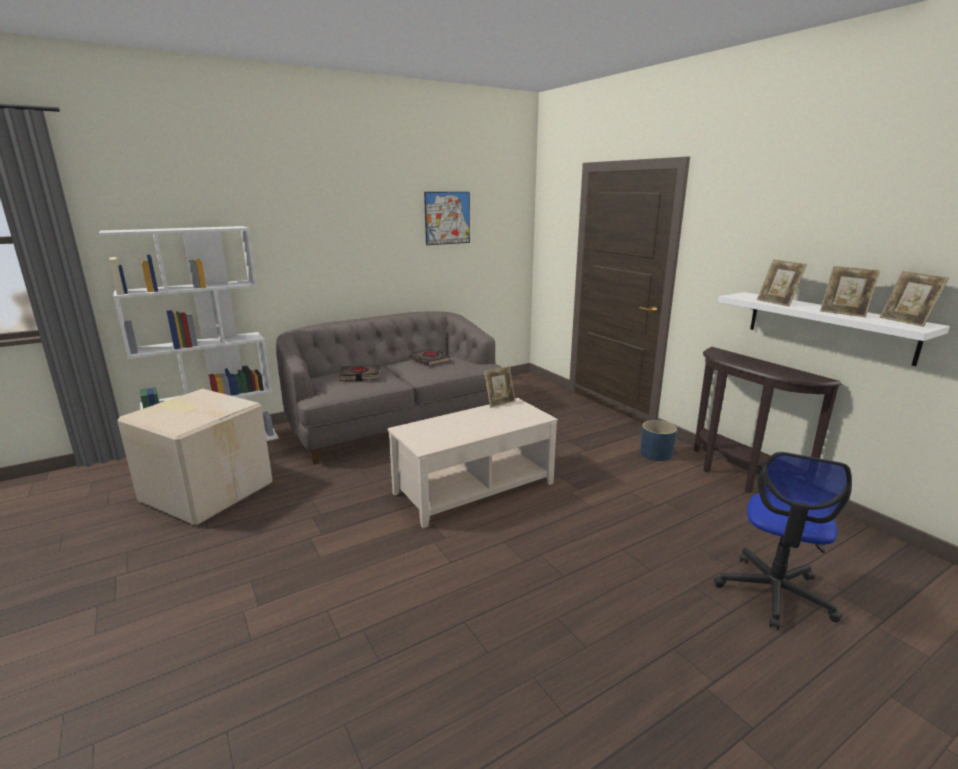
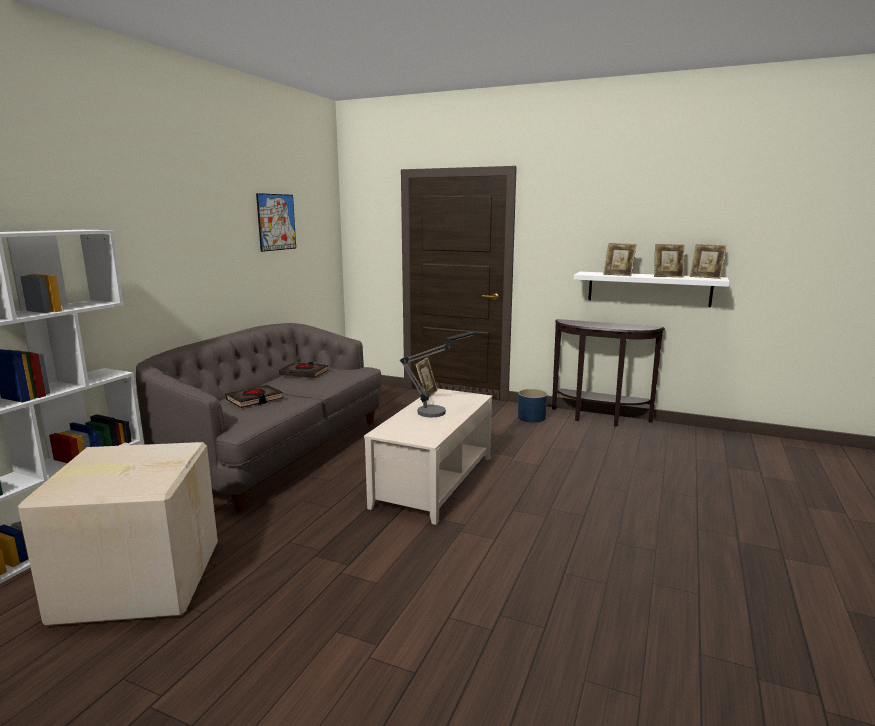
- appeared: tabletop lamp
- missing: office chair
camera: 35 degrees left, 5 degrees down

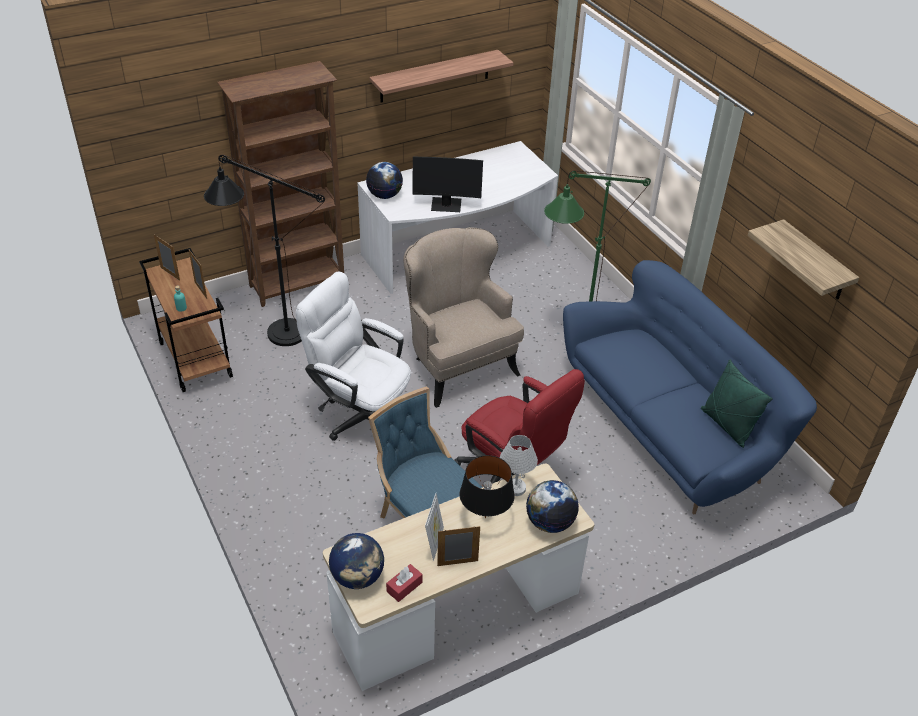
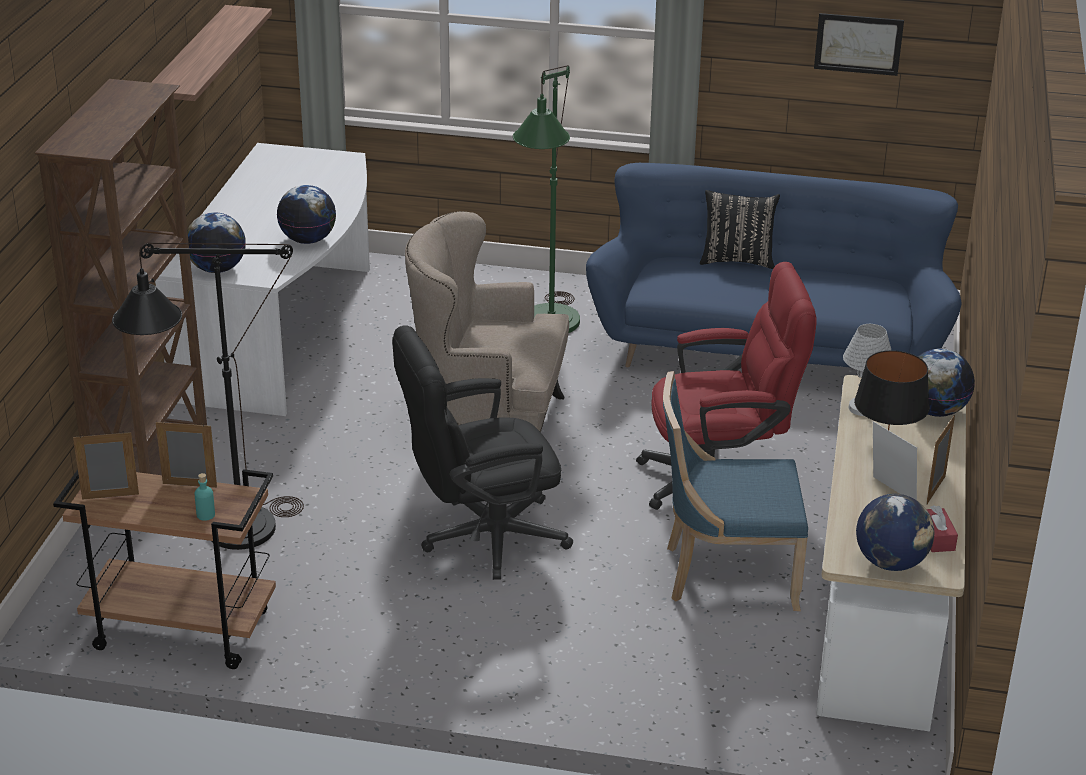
- exchanged: monitor to desk globe (no. 2 from left)
- colour: white office chair to black-coloured office chair
- appeared: black-coloured throw pillow
- exchanged: wall shelf (no. 2 from left) to wall picture
- missing: greenish throw pillow
camera: 50 degrees left, 10 degrees down

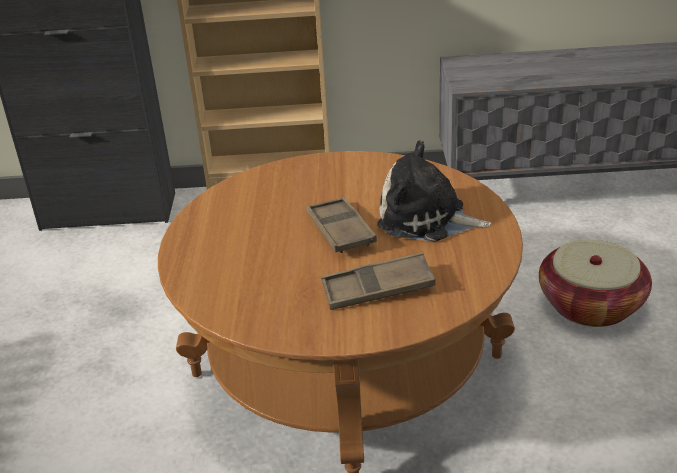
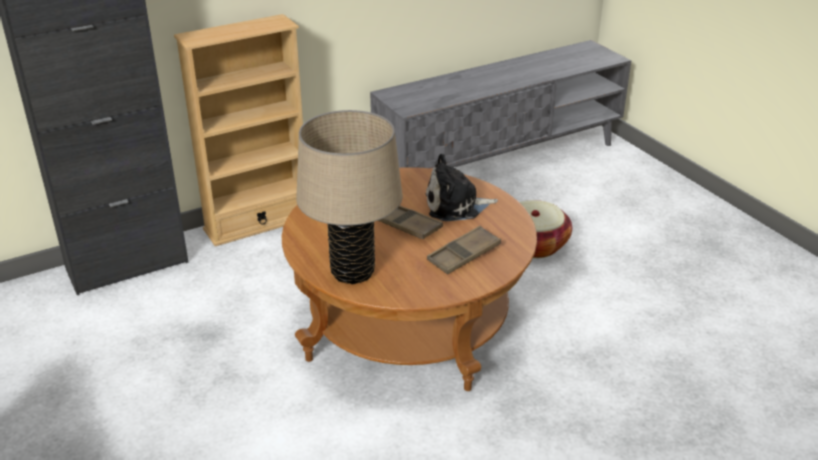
- appeared: beige tabletop lamp
camera: 30 degrees left, 0 degrees up

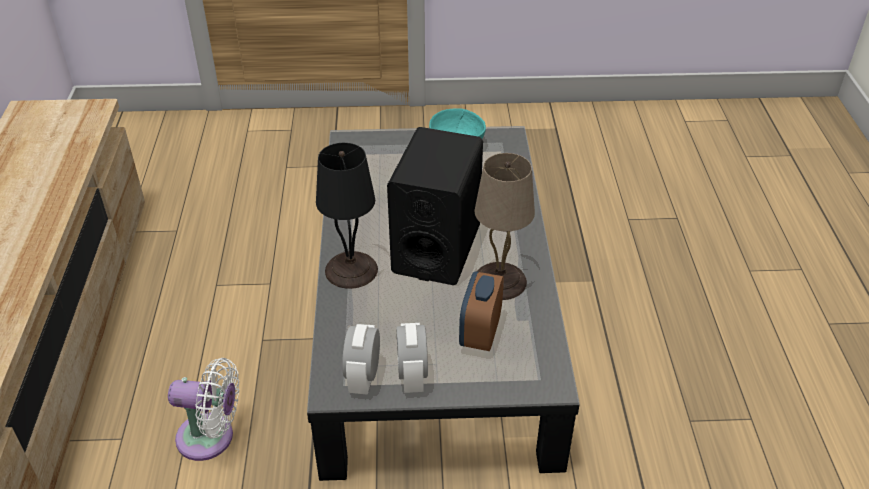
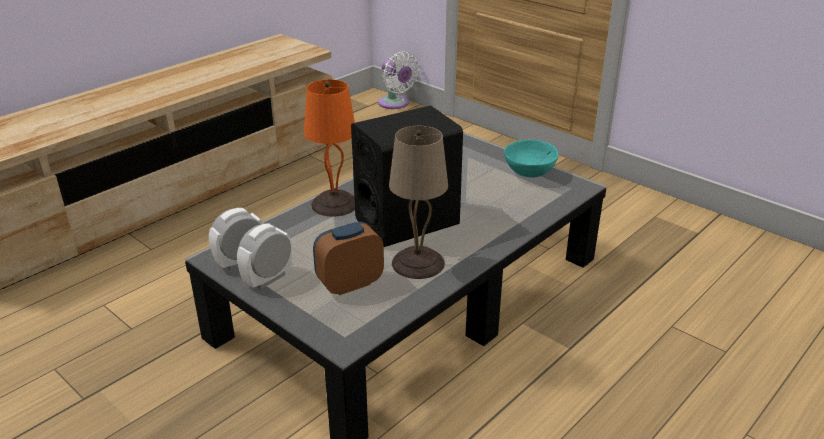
- colour: black-coloured tabletop lamp to orange tabletop lamp
- relocated: white electric fan
camera: 45 degrees right, 10 degrees down

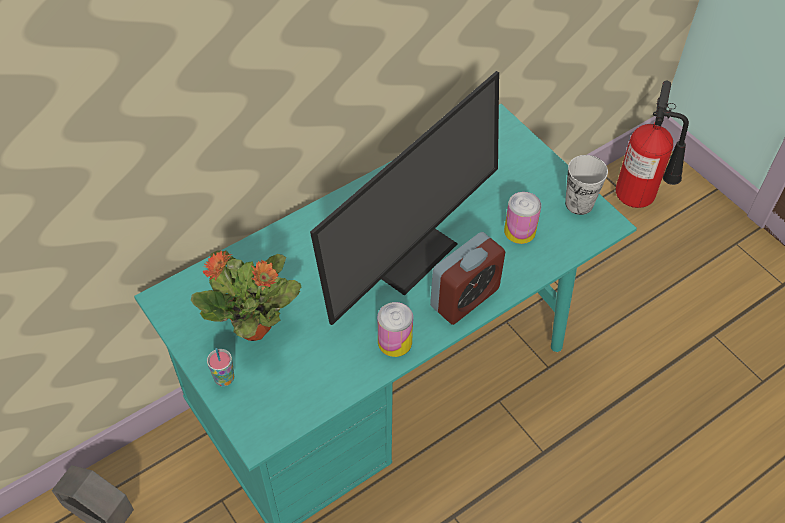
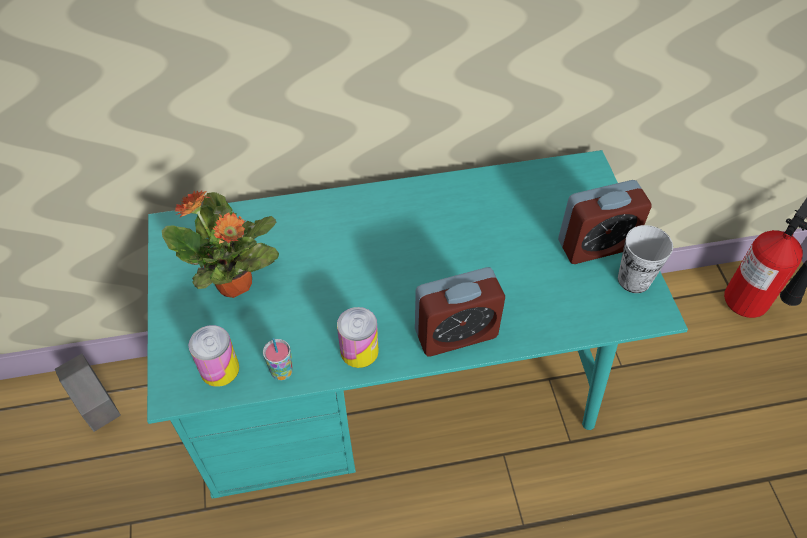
- relocated: sealed can (no. 2 from left in the first image) to sealed can (no. 1 from left)
- relocated: drinking cup (no. 1 from left)
- appeared: bedside clock (no. 2 from left)
- missing: monitor
camera: 25 degrees right, 0 degrees up

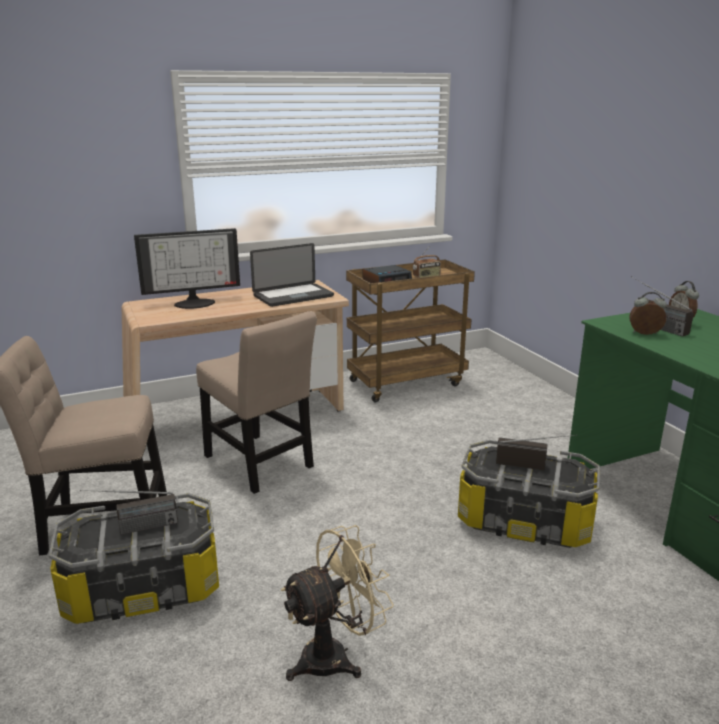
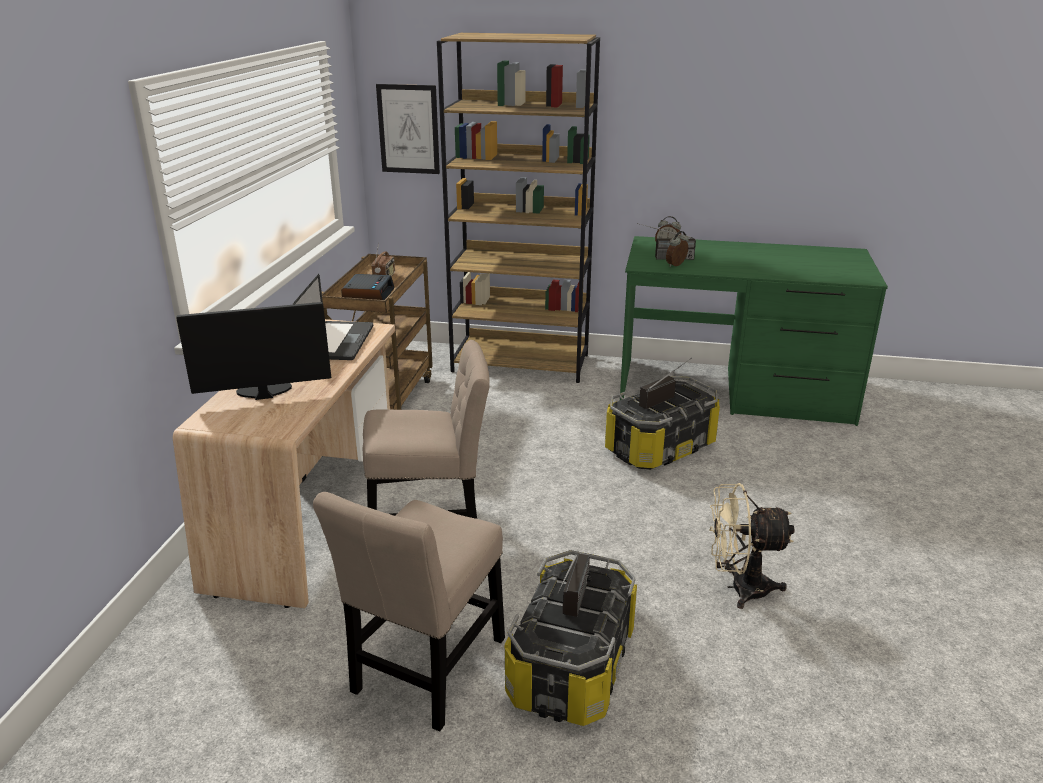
- spun: monitor 120 degrees counterclockwise
- appeared: wall picture
- appeared: brownish bookcase
- spun: beige electric fan 90 degrees counterclockwise
camera: 55 degrees left, 5 degrees up

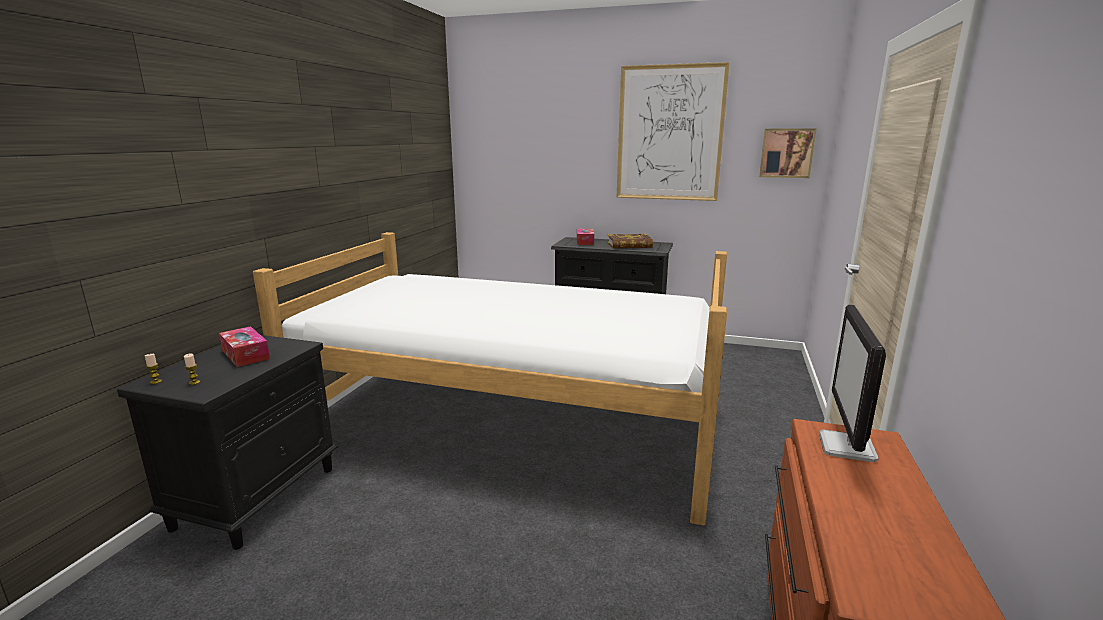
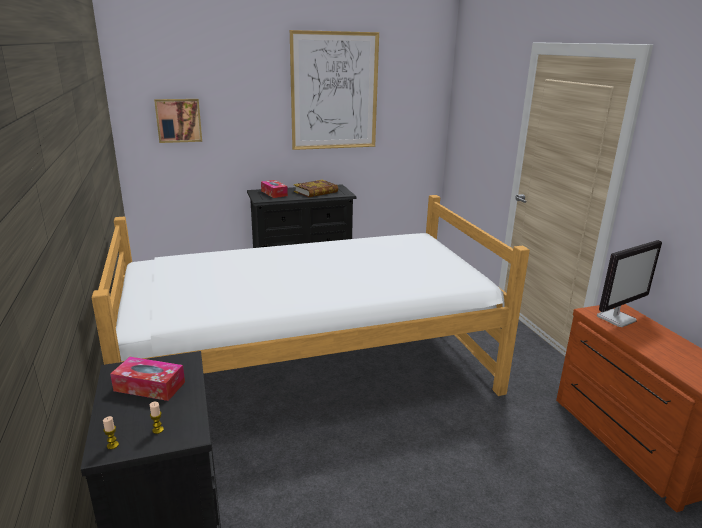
- relocated: wall picture (no. 2 from left in the first image) to wall picture (no. 1 from left)
- spun: monitor 105 degrees counterclockwise
camera: 35 degrees left, 5 degrees up

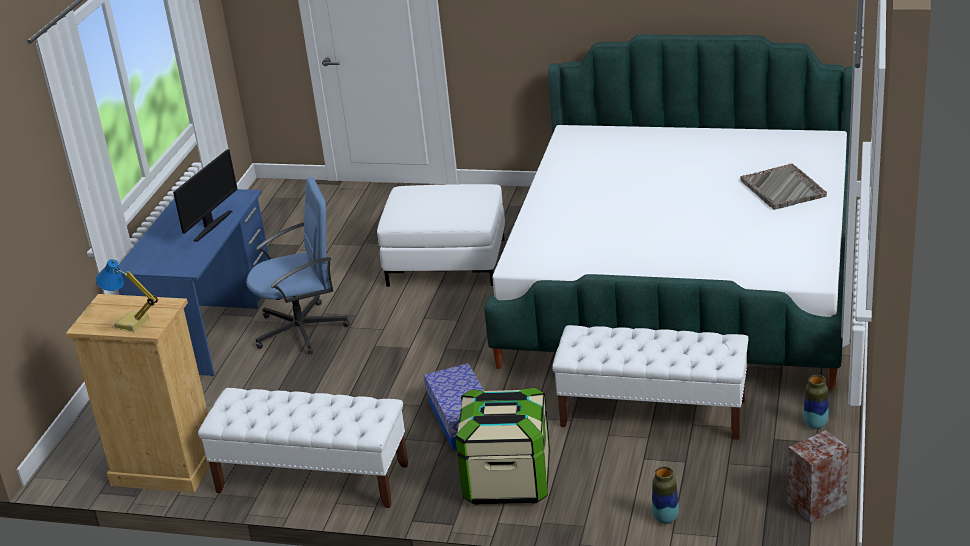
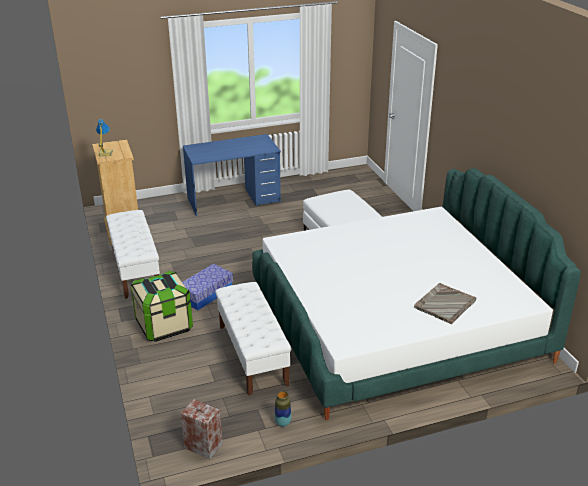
- missing: monitor
- missing: blue-coloured office chair
- missing: decorative vase (no. 1 from left)
camera: 55 degrees right, 0 degrees up

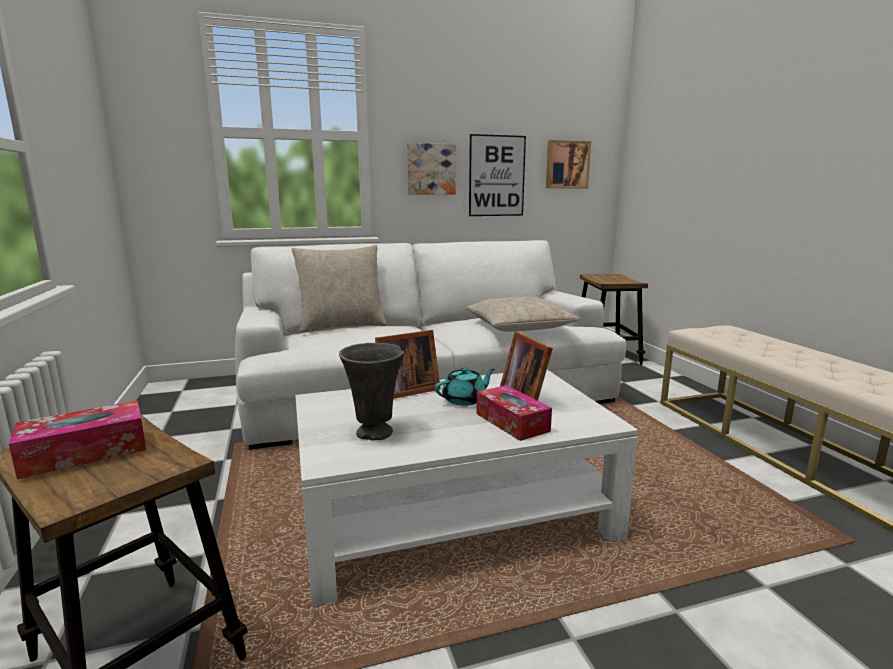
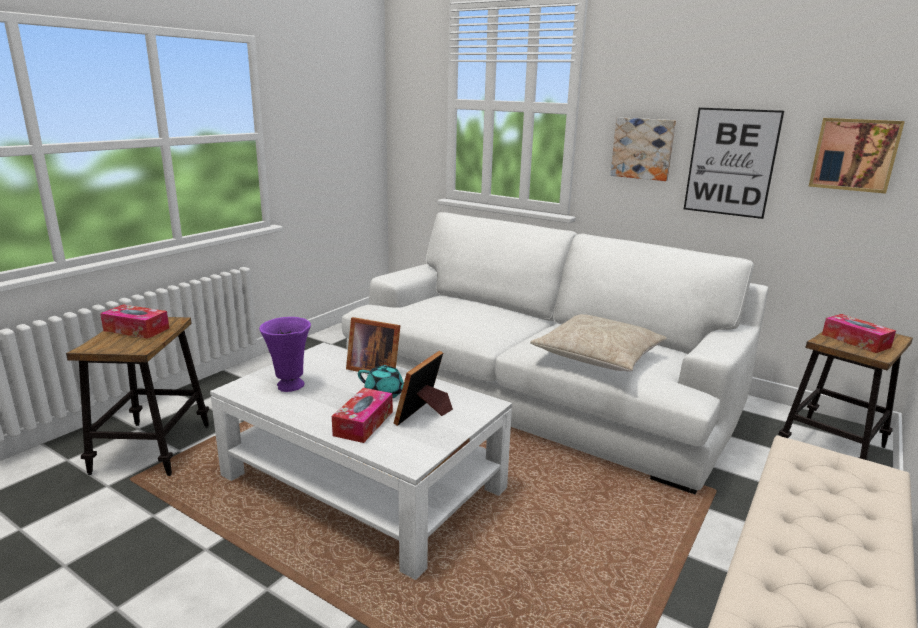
- colour: gray decorative vase to purplish decorative vase
- appeared: tissue holder (no. 3 from left)
- missing: beige throw pillow (no. 1 from left)
camera: 50 degrees right, 5 degrees up

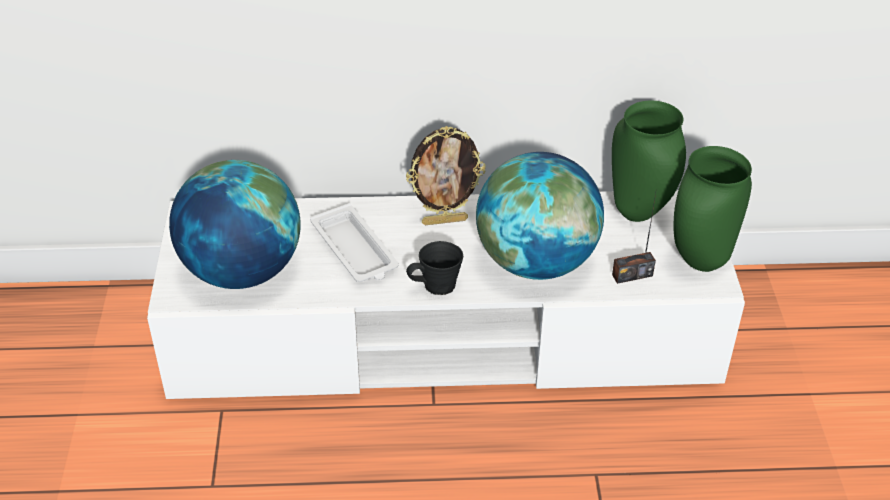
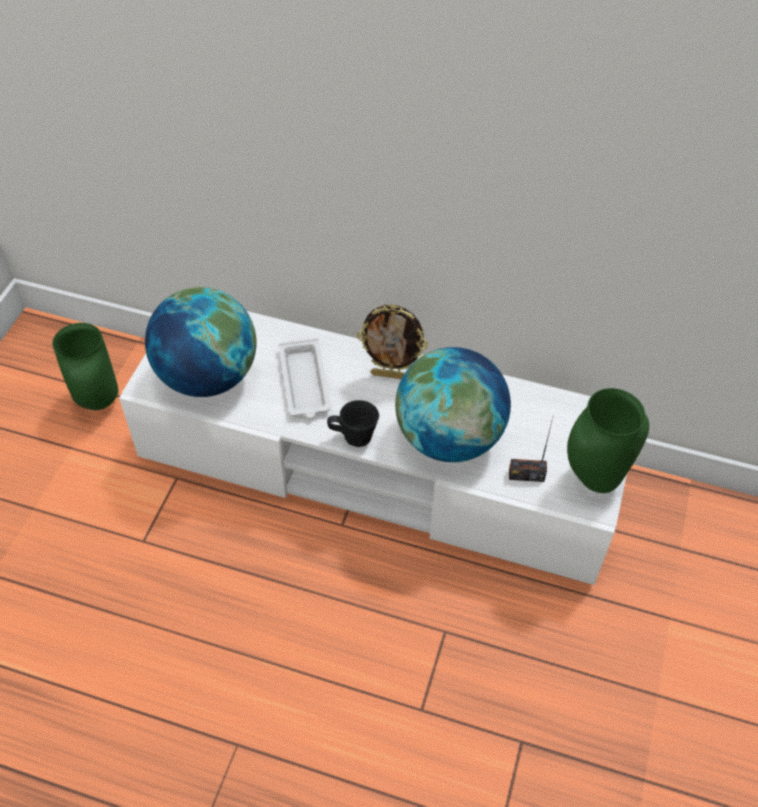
- relocated: greenish decorative vase (no. 1 from left)
camera: 20 degrees right, 10 degrees up

